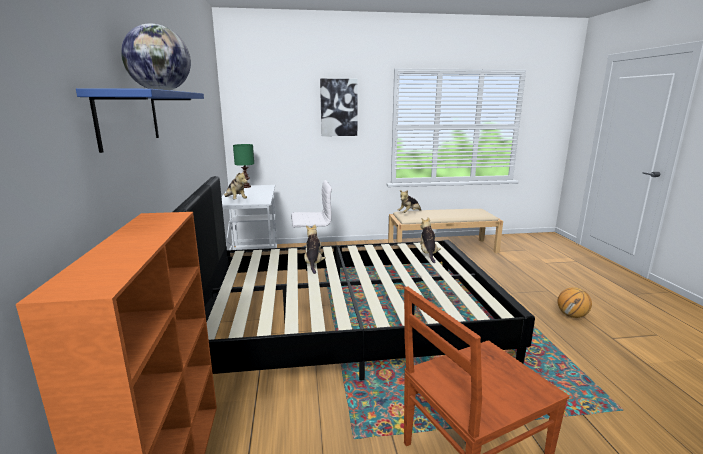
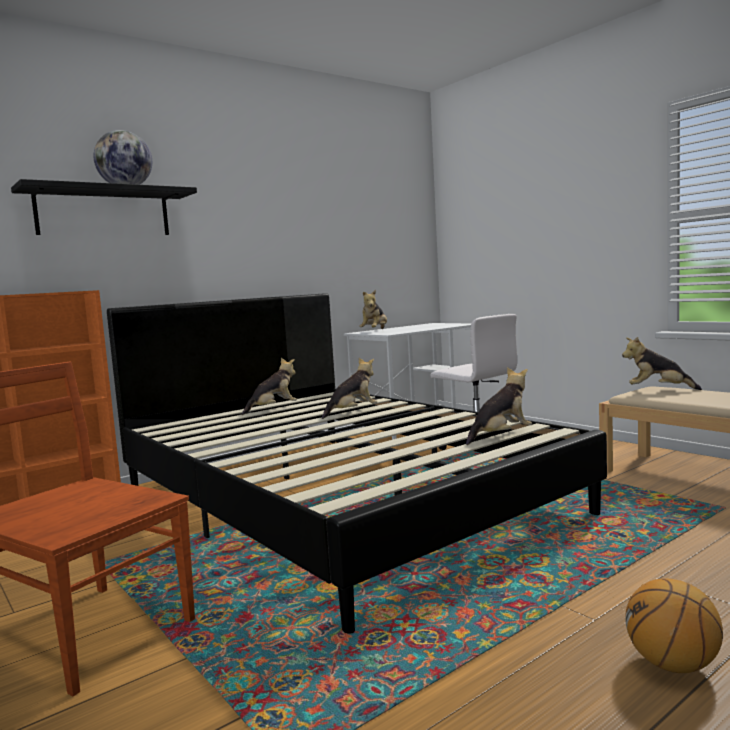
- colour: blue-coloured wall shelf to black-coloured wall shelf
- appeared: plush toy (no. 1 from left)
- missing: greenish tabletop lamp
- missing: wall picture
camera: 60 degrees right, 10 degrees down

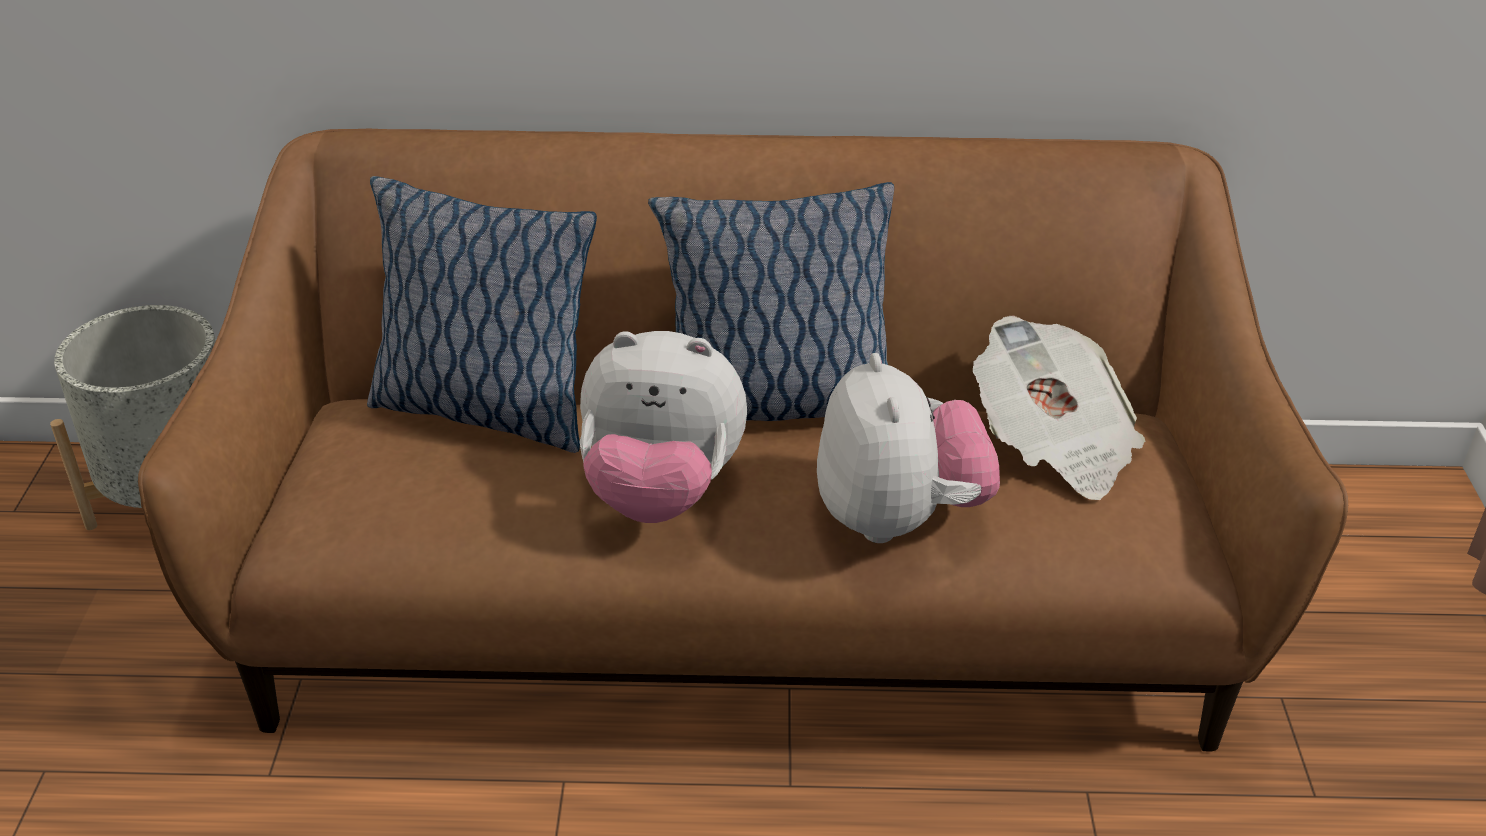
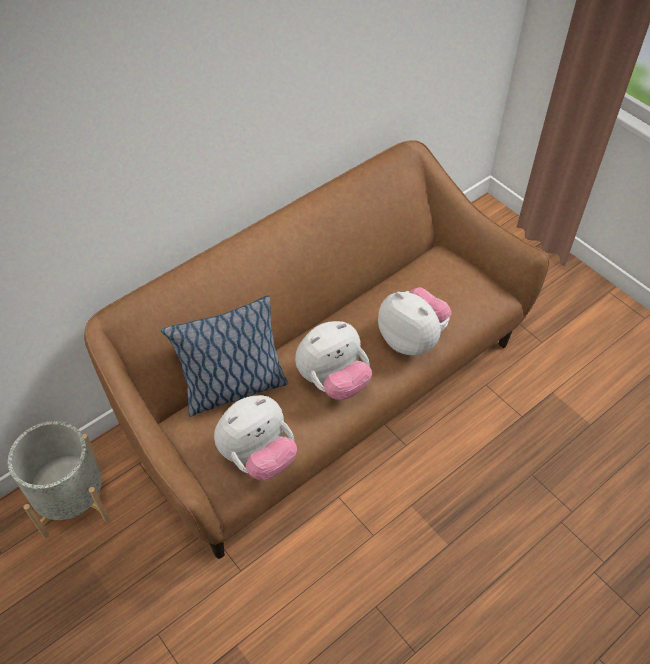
- appeared: plush toy (no. 1 from left)
- missing: throw pillow (no. 2 from left)
- missing: printed paper
camera: 40 degrees left, 15 degrees up

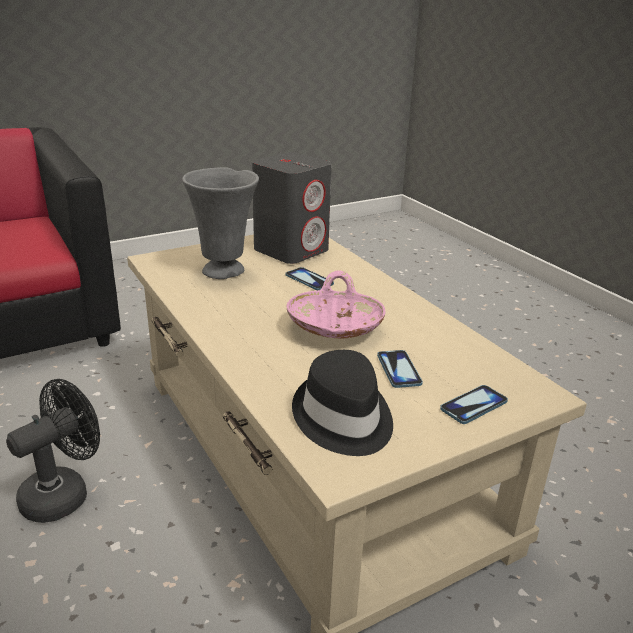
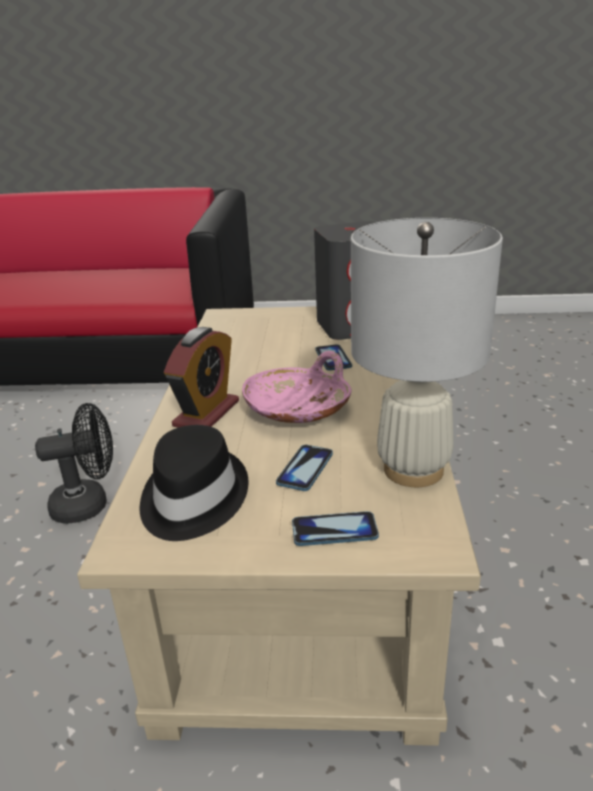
- appeared: bedside clock
- appeared: white tabletop lamp
- missing: gray decorative vase
camera: 35 degrees right, 0 degrees up

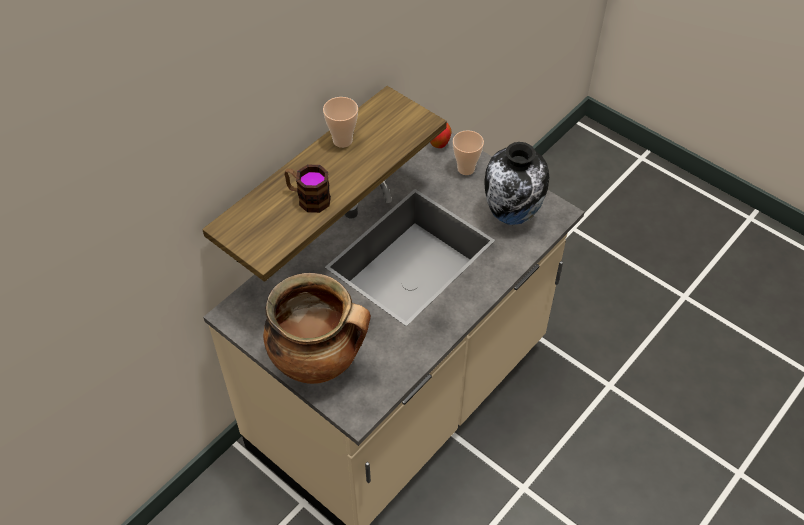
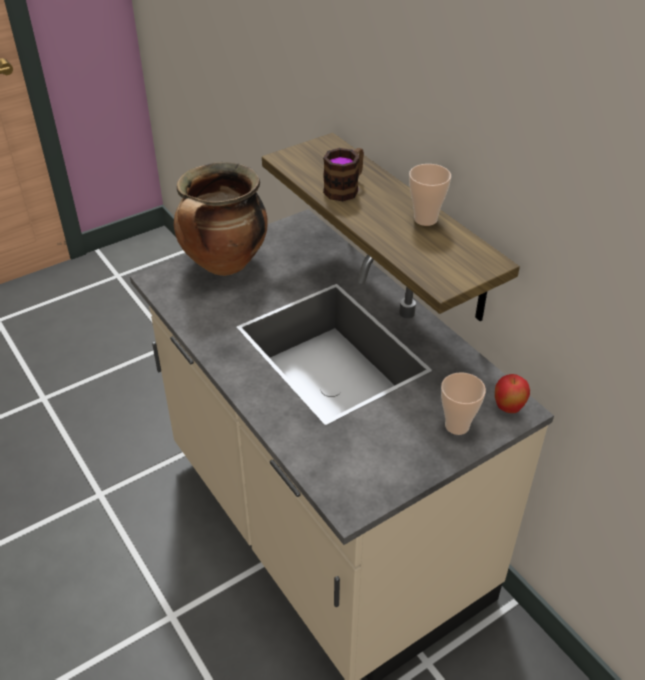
- missing: decorative vase
camera: 105 degrees right, 10 degrees down

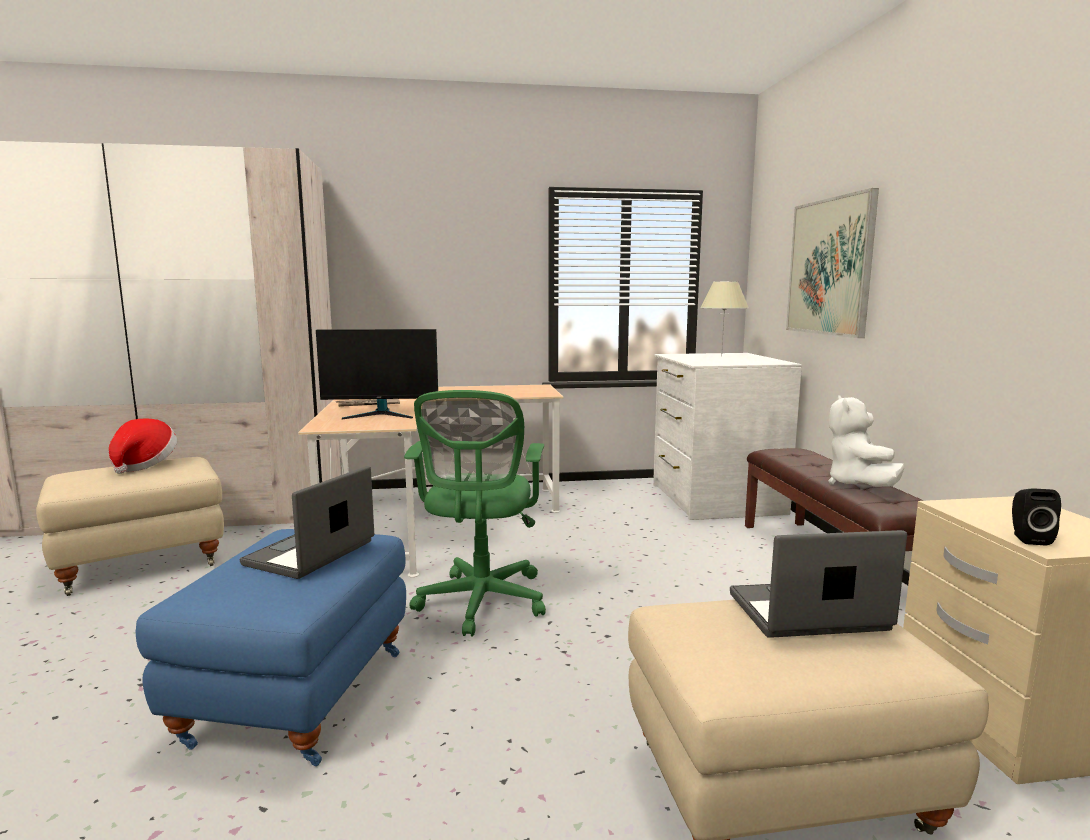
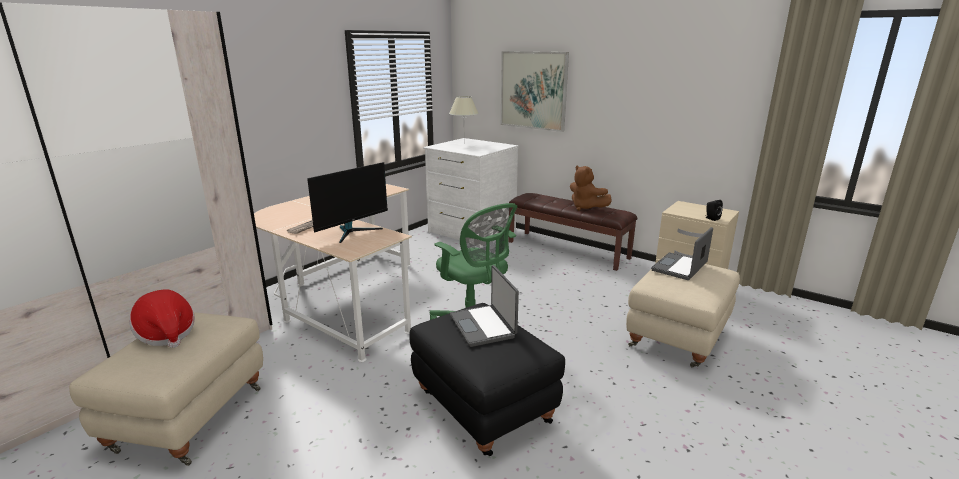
- colour: blue-coloured pouffe to black-coloured pouffe
- colour: white plush toy to brownish plush toy
camera: 45 degrees left, 10 degrees up

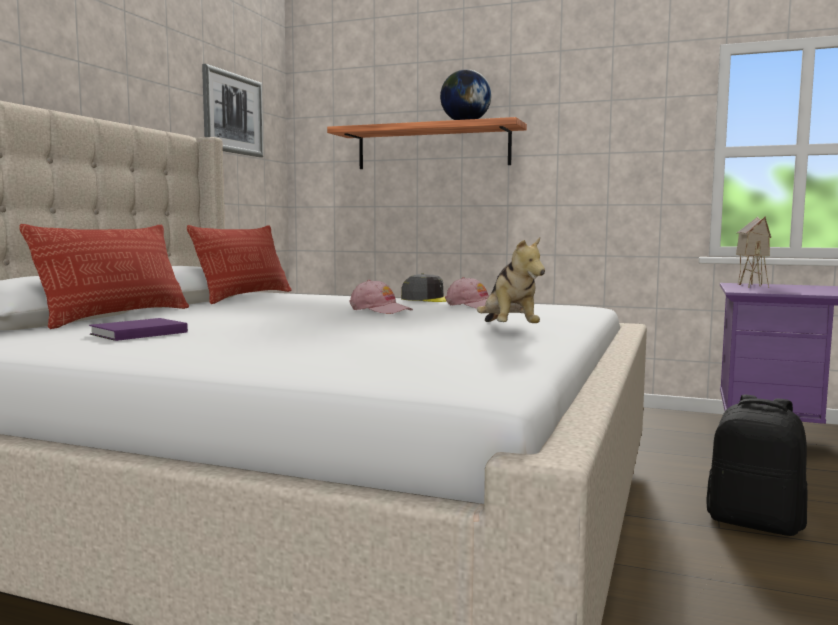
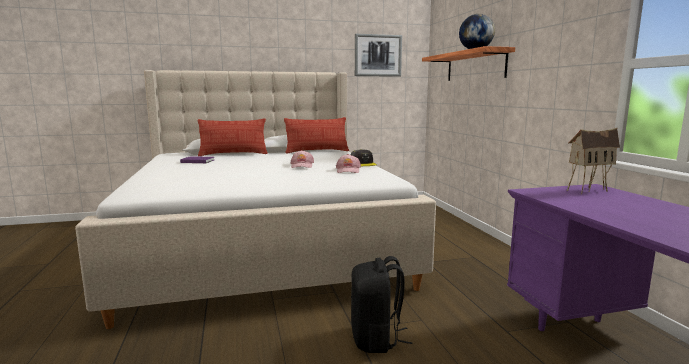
- missing: plush toy
camera: 55 degrees right, 5 degrees up

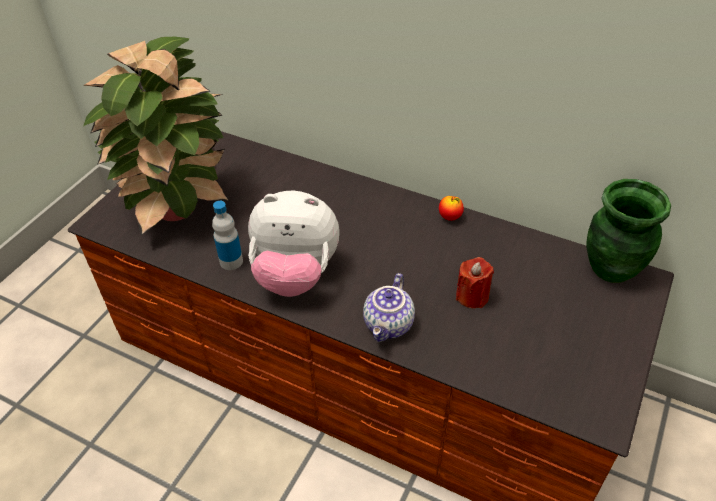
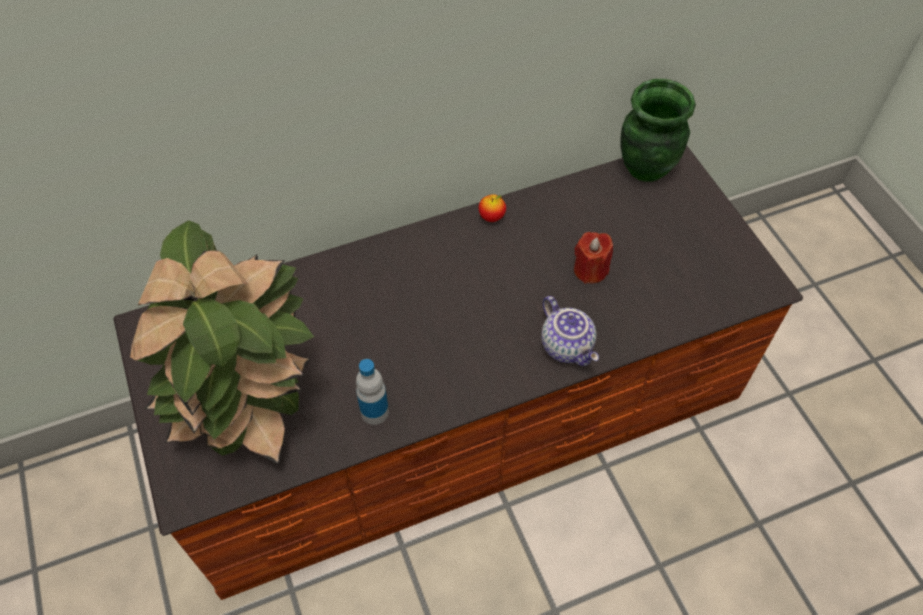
- missing: plush toy
camera: 50 degrees left, 10 degrees up

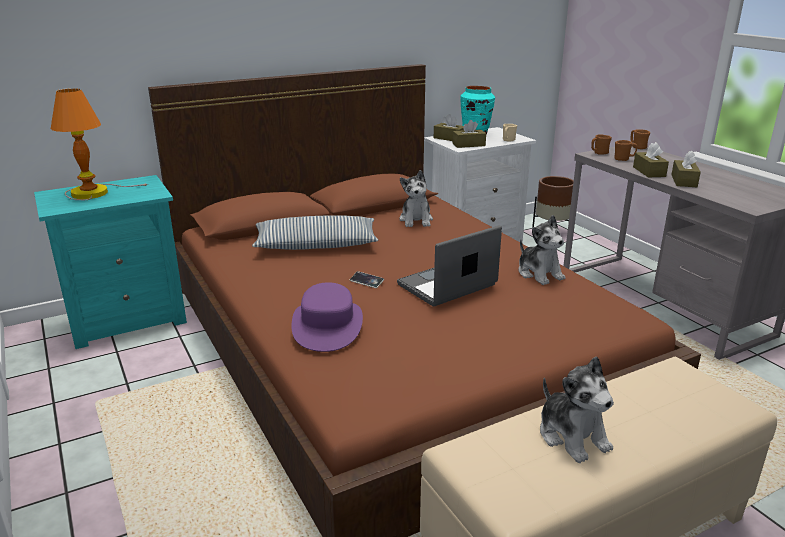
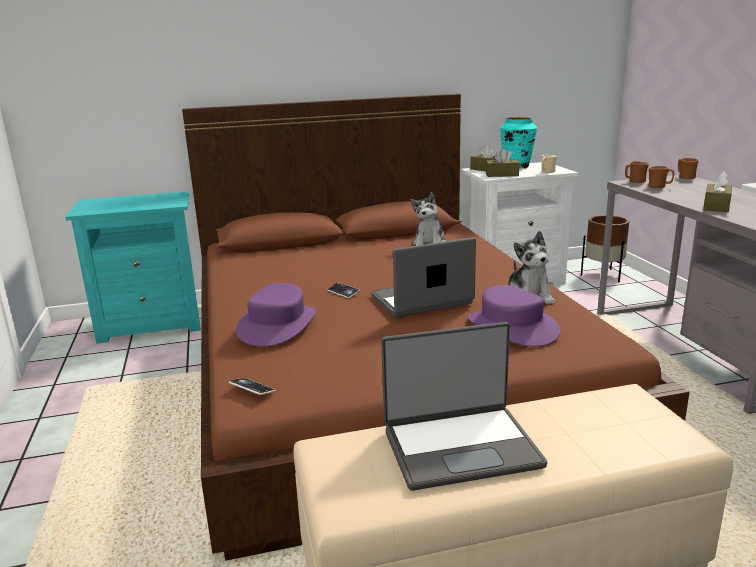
- appeared: handset (no. 1 from left)
- exchanged: plush toy (no. 3 from left) to portable computer (no. 2 from left)
- appeared: purplish hat (no. 2 from left)
- missing: tabletop lamp
- missing: throw pillow
- missing: brownish tissue holder (no. 3 from left)
camera: 15 degrees right, 5 degrees down

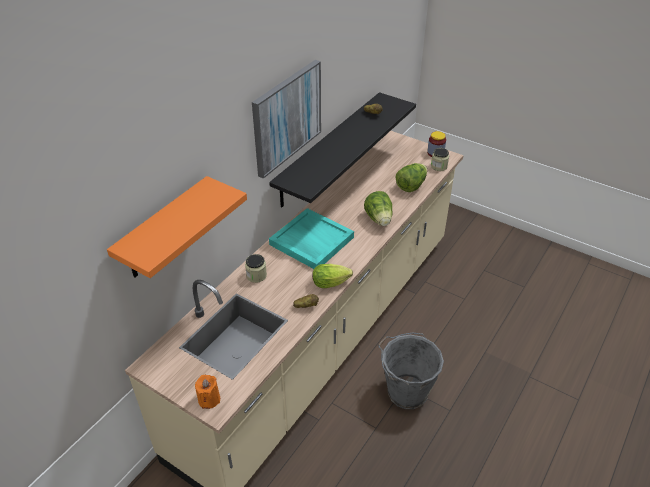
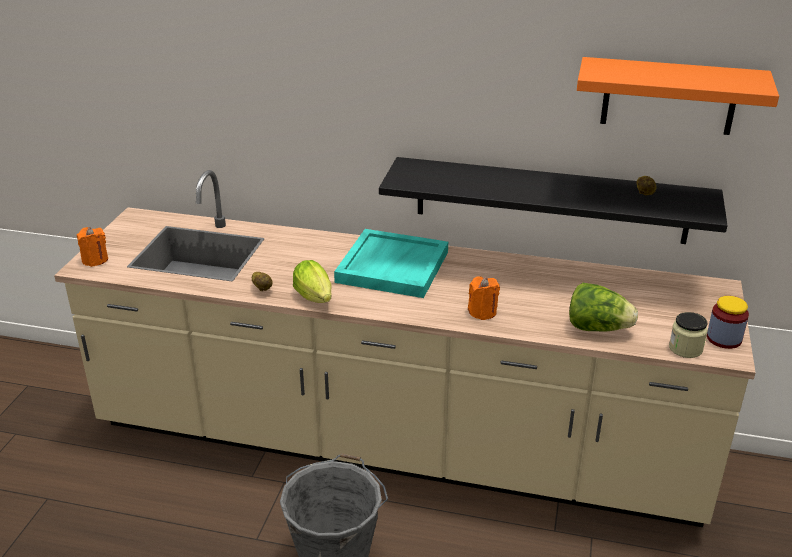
- exchanged: lettuce (no. 2 from left) to orange wax light (no. 2 from left)
- relocated: orange wall shelf
- missing: storage jar (no. 1 from left)
- missing: wall picture
camera: 70 degrees right, 10 degrees down

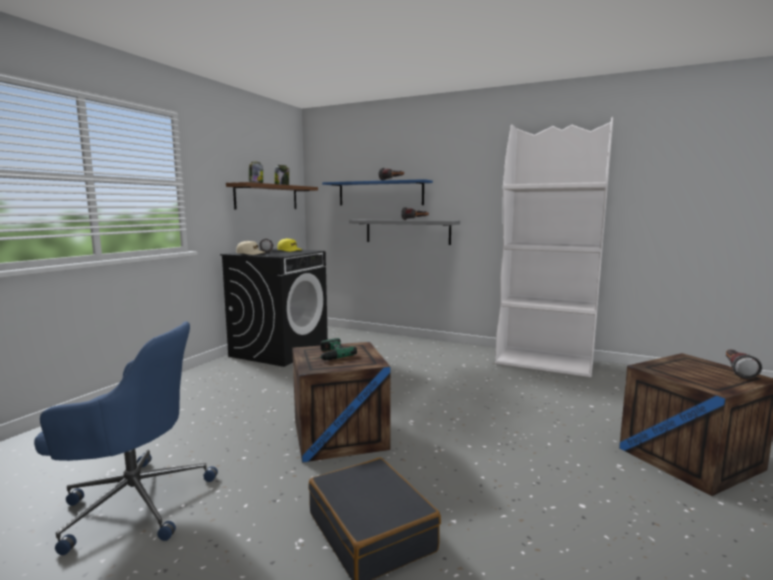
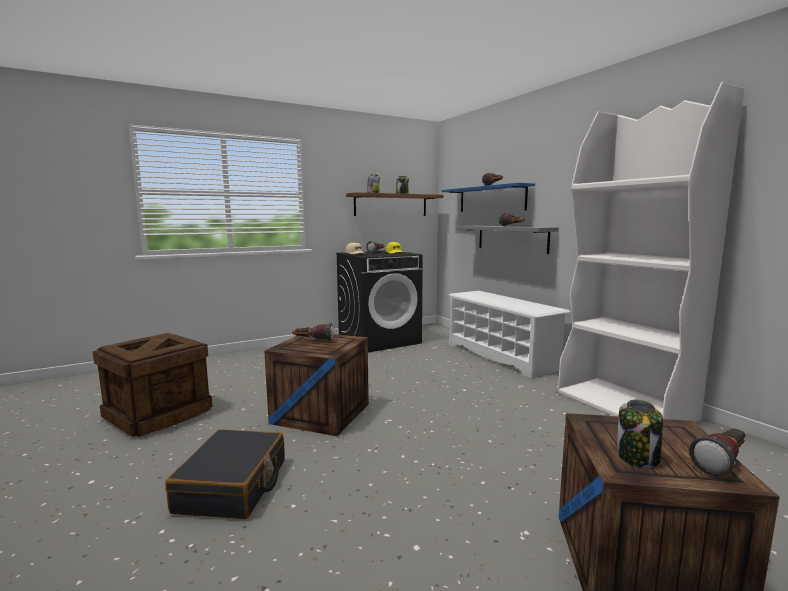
- exchanged: blue-coloured office chair to packing crate (no. 1 from left)
- exchanged: drill to hand torch (no. 1 from left)
- appeared: white shoe rack
- appeared: storage jar (no. 3 from left)
camera: 35 degrees right, 0 degrees up

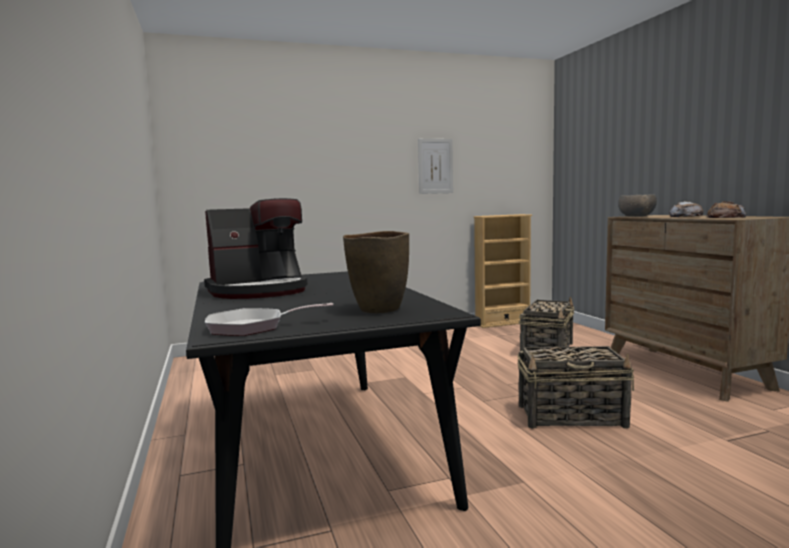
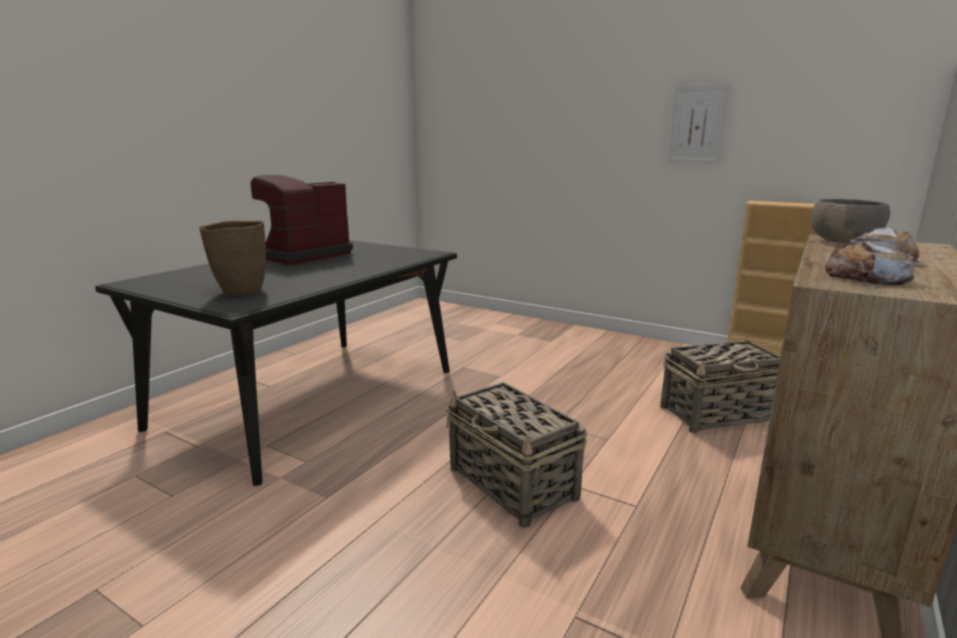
- spun: coffee brewer 105 degrees clockwise
- missing: pan
camera: 50 degrees right, 10 degrees up

